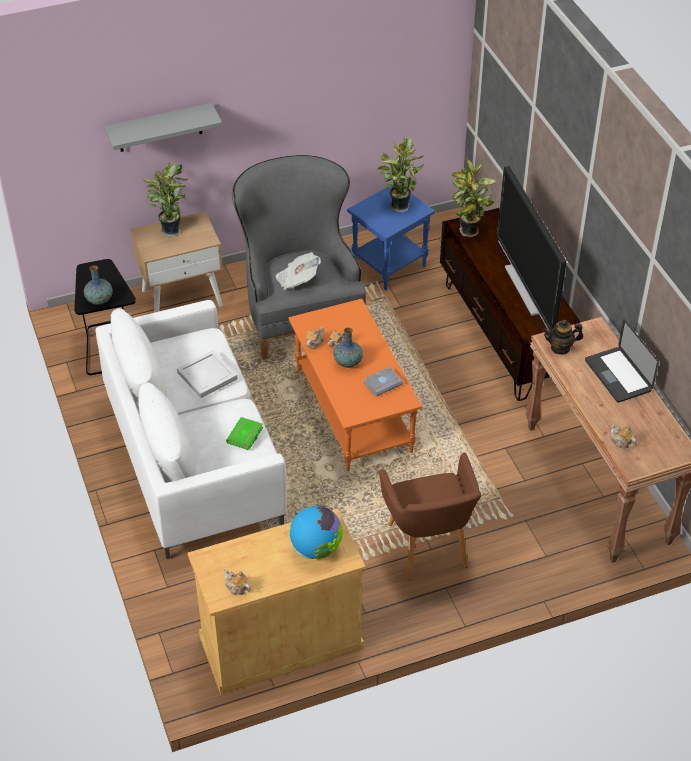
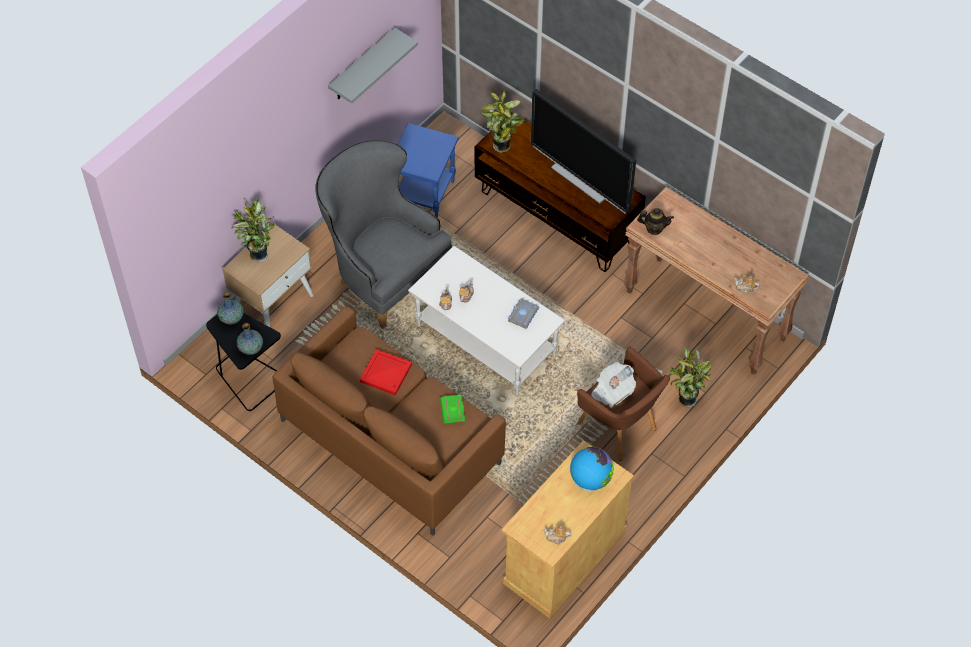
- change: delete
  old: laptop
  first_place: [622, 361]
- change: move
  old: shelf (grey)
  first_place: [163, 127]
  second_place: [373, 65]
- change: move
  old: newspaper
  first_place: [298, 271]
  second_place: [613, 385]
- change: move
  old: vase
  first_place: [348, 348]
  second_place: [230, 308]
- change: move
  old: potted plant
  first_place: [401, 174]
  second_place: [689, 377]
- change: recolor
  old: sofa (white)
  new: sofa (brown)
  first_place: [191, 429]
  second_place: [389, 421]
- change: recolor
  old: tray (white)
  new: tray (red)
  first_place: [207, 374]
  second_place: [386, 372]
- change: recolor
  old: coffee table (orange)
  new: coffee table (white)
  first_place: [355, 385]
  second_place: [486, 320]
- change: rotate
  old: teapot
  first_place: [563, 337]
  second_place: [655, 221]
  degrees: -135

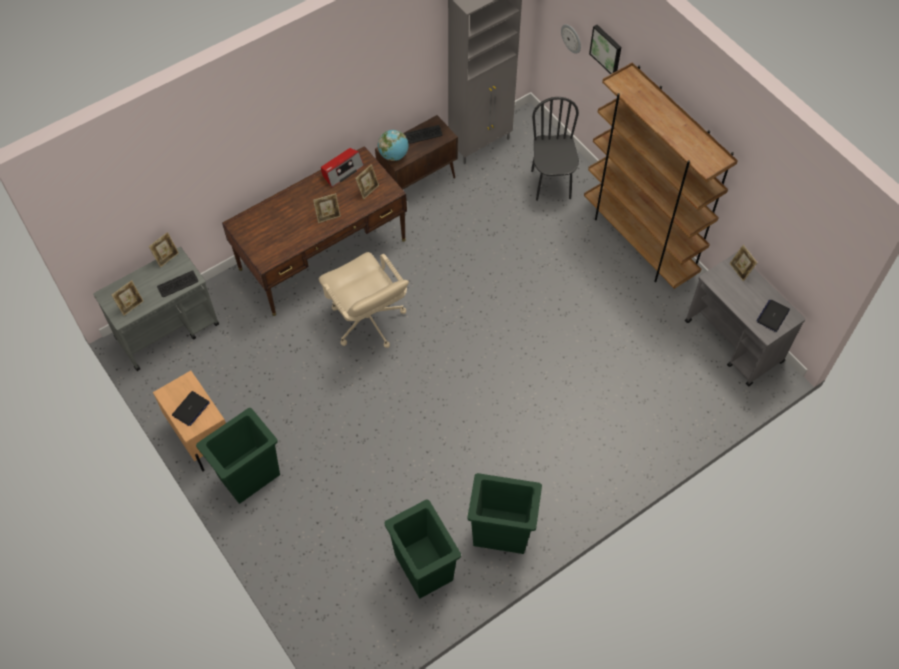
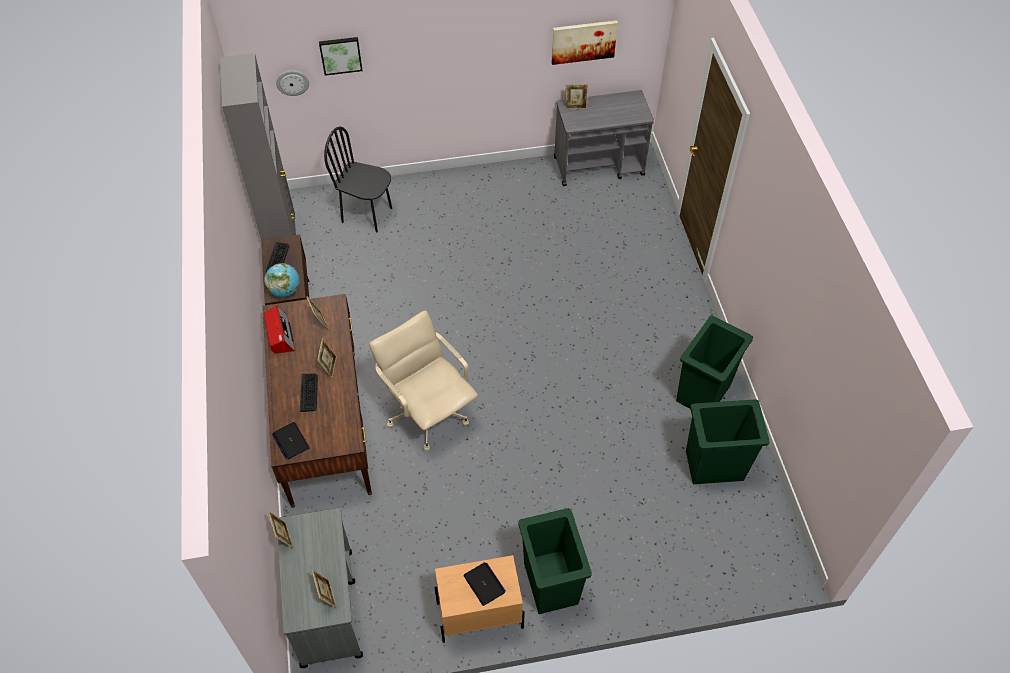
- change: delete
  old: bookcase (brown)
  first_place: [661, 176]
- change: insert
  new: picture
  second_place: [584, 42]
- change: move
  old: keyboard
  first_place: [177, 283]
  second_place: [309, 393]
- change: move
  old: laptop
  first_place: [773, 316]
  second_place: [290, 441]
- change: rotate
  old: office chair (beige)
  first_place: [364, 300]
  second_place: [423, 380]
  degrees: -120

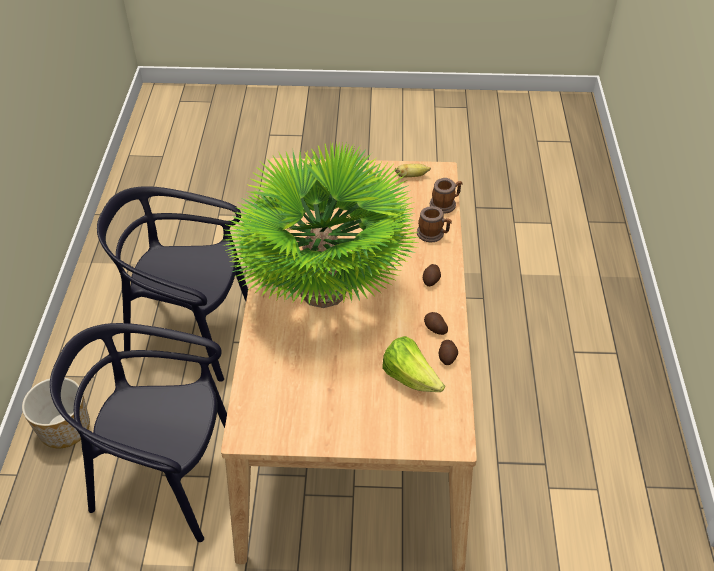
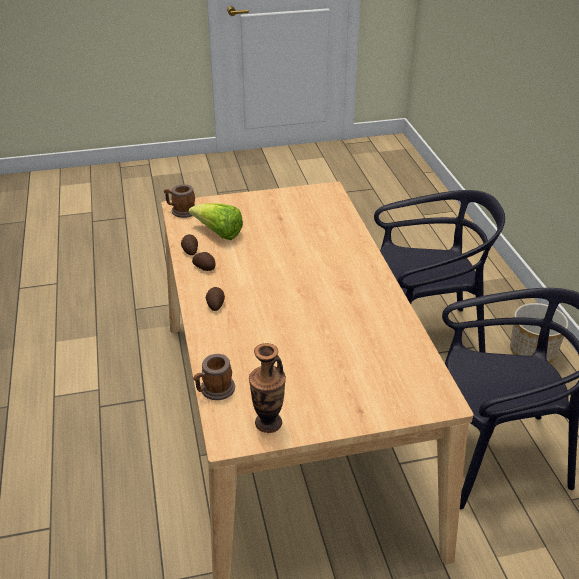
- change: delete
  old: potted plant
  first_place: [321, 224]
- change: move
  old: mug
  first_place: [434, 224]
  second_place: [179, 201]
- change: replace
  old: banana
  new: vase
  first_place: [413, 170]
  second_place: [267, 388]

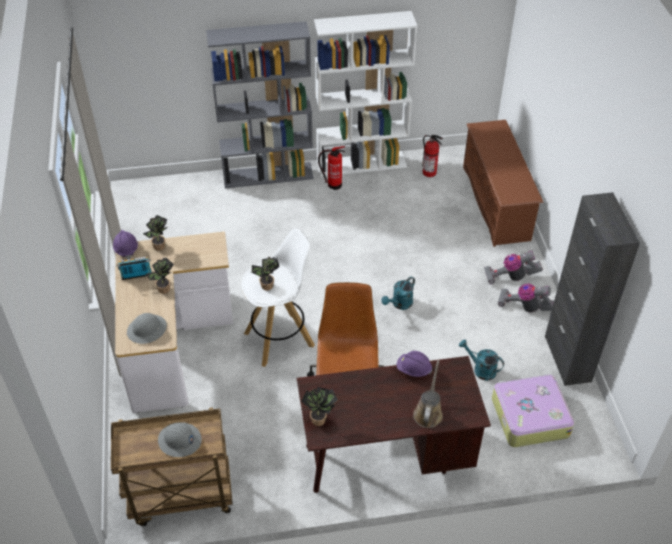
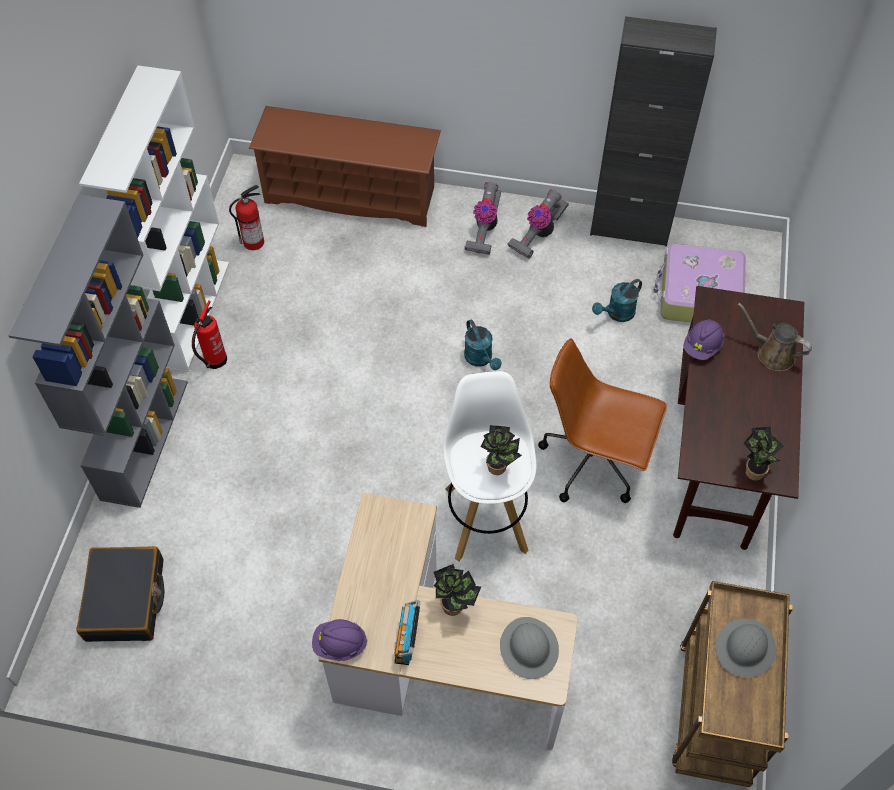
- change: delete
  old: potted plant
  first_place: [155, 233]
- change: insert
  new: suitcase (black)
  second_place: [120, 594]

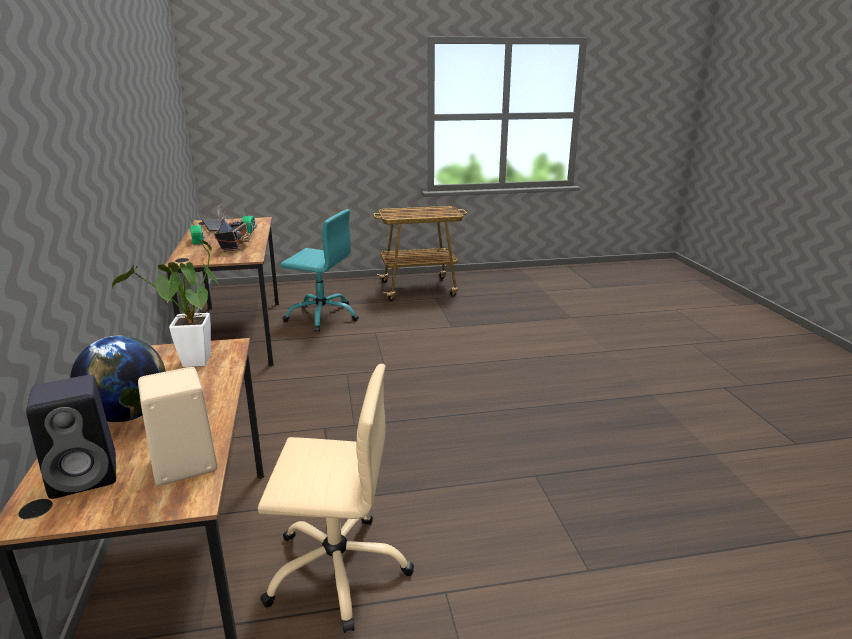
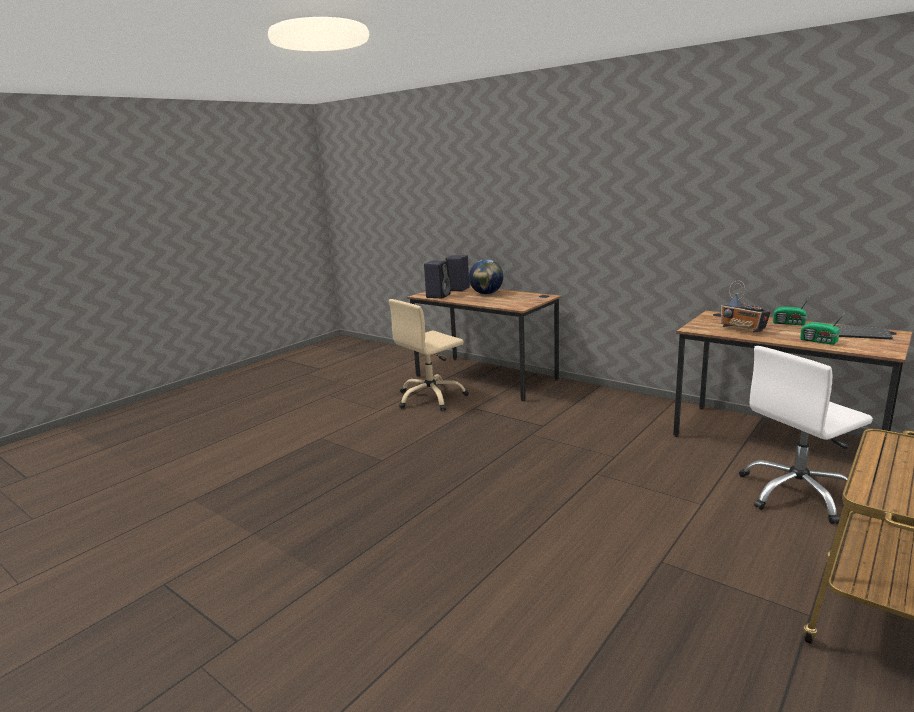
- change: delete
  old: potted plant
  first_place: [166, 303]
- change: recolor
  old: speaker (beige)
  new: speaker (black)
  first_place: [177, 426]
  second_place: [437, 279]
- change: recolor
  old: office chair (turquoise)
  new: office chair (white)
  first_place: [320, 270]
  second_place: [806, 435]

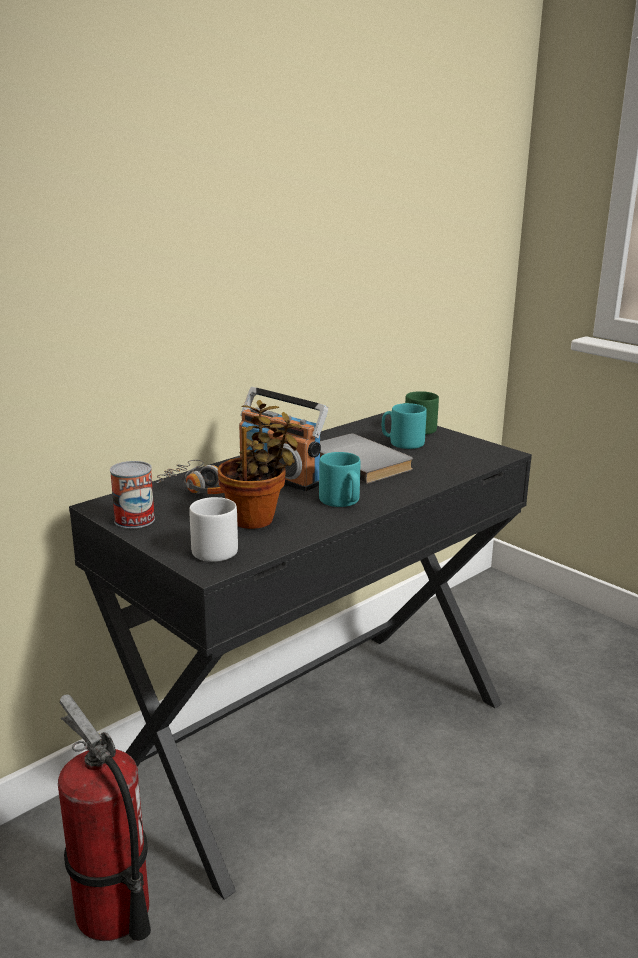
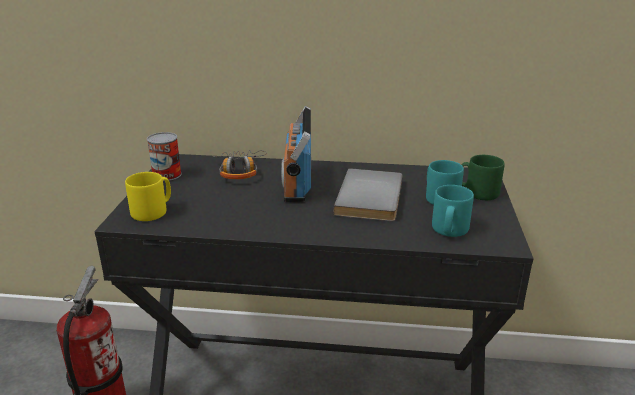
- change: delete
  old: potted plant
  first_place: [260, 464]
- change: move
  old: mug (turquoise)
  first_place: [340, 479]
  second_place: [453, 211]
- change: recolor
  old: mug (grey)
  new: mug (yellow)
  first_place: [213, 529]
  second_place: [148, 196]

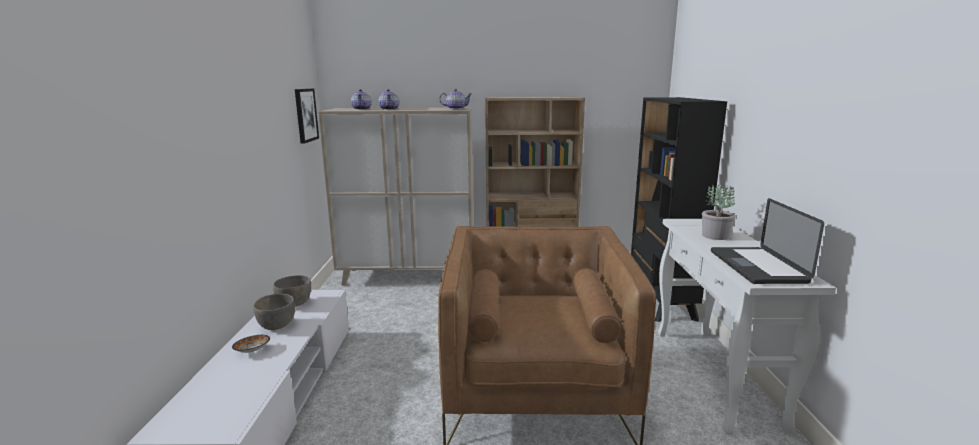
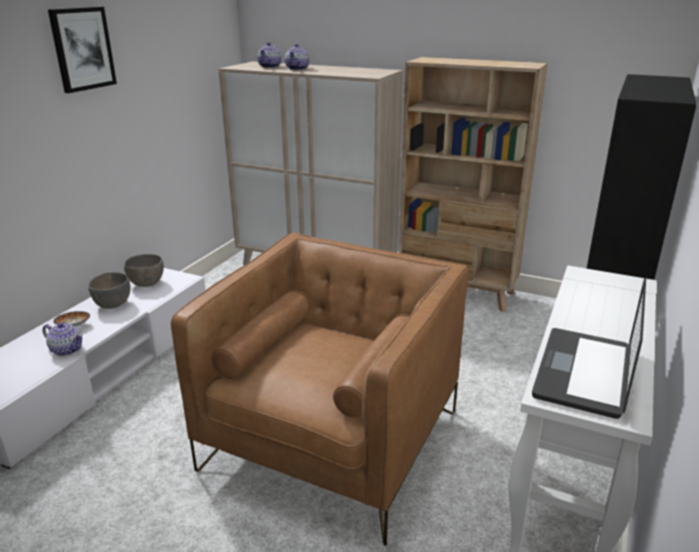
- change: delete
  old: potted plant
  first_place: [718, 212]
- change: move
  old: picture
  first_place: [307, 116]
  second_place: [82, 50]
- change: move
  old: teapot
  first_place: [455, 99]
  second_place: [62, 339]

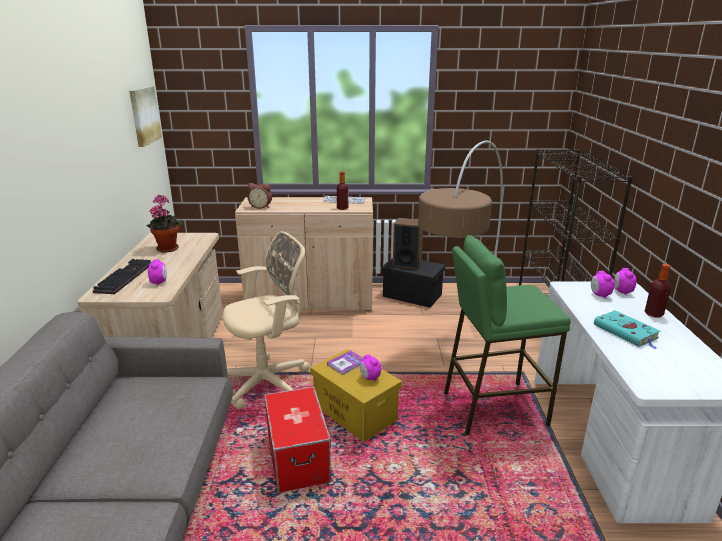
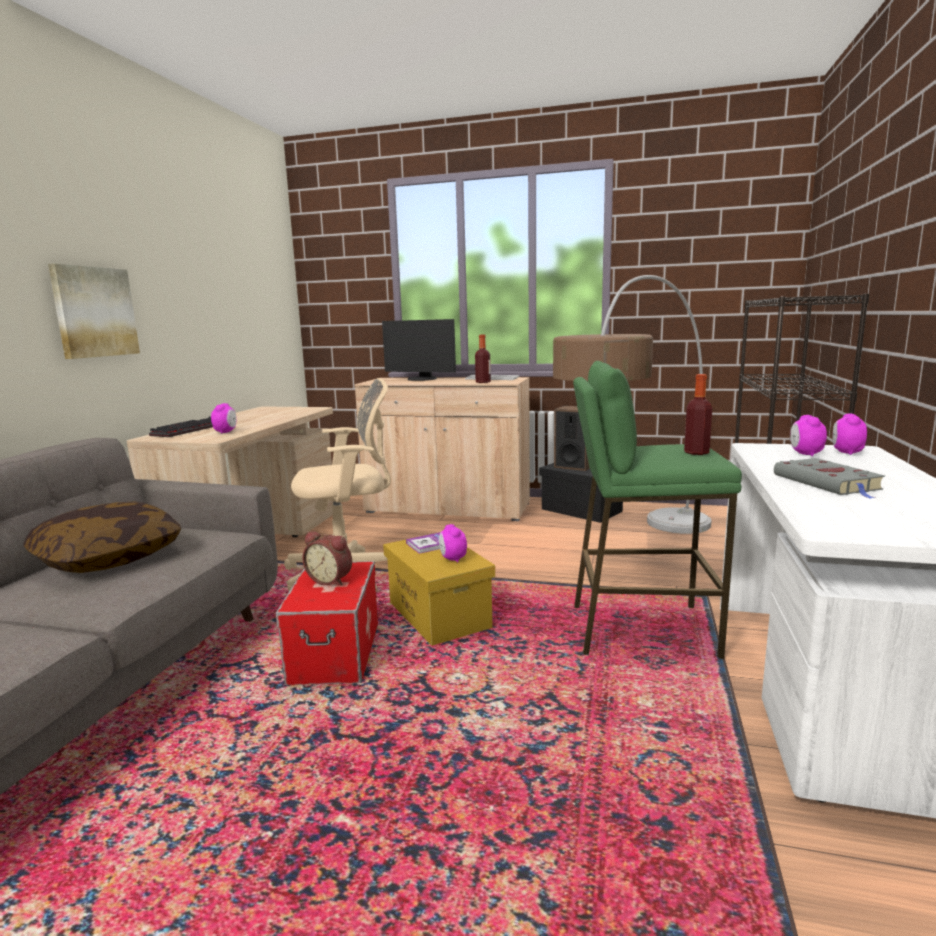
- change: delete
  old: potted plant
  first_place: [164, 224]
- change: insert
  new: pillow
  second_place: [102, 537]
- change: insert
  new: monitor
  second_place: [419, 350]
- change: move
  old: picture
  first_place: [145, 116]
  second_place: [94, 311]
- change: move
  old: alarm clock
  first_place: [259, 196]
  second_place: [327, 558]
- change: move
  old: bottle
  first_place: [658, 290]
  second_place: [698, 414]
- change: recolor
  old: book (turquoise)
  new: book (grey)
  first_place: [627, 329]
  second_place: [829, 478]

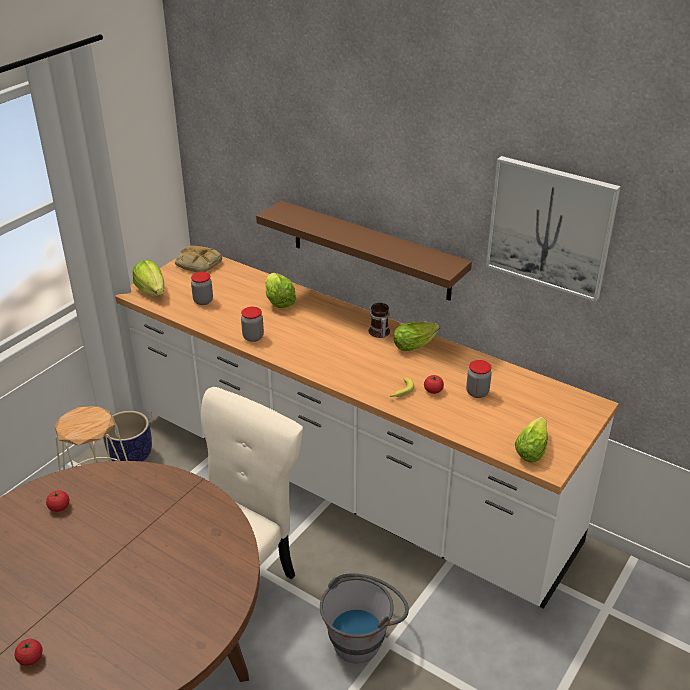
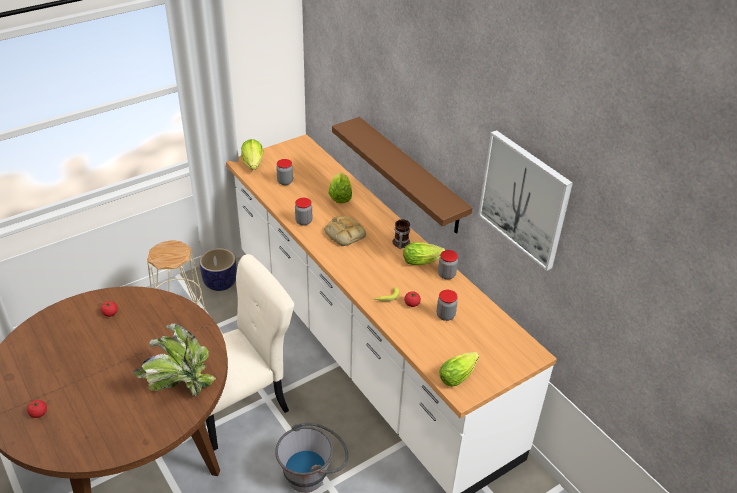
- change: insert
  new: potted plant
  second_place: [174, 360]
- change: insert
  new: jar
  second_place: [448, 265]
- change: move
  old: bread
  first_place: [198, 259]
  second_place: [345, 231]

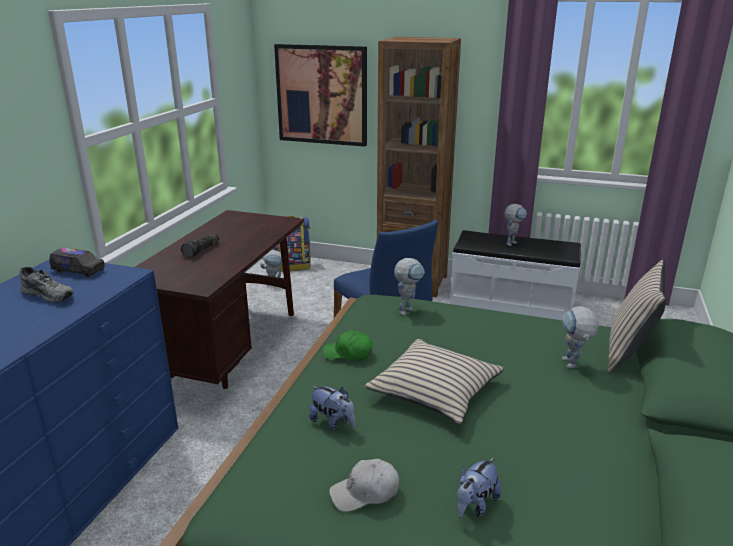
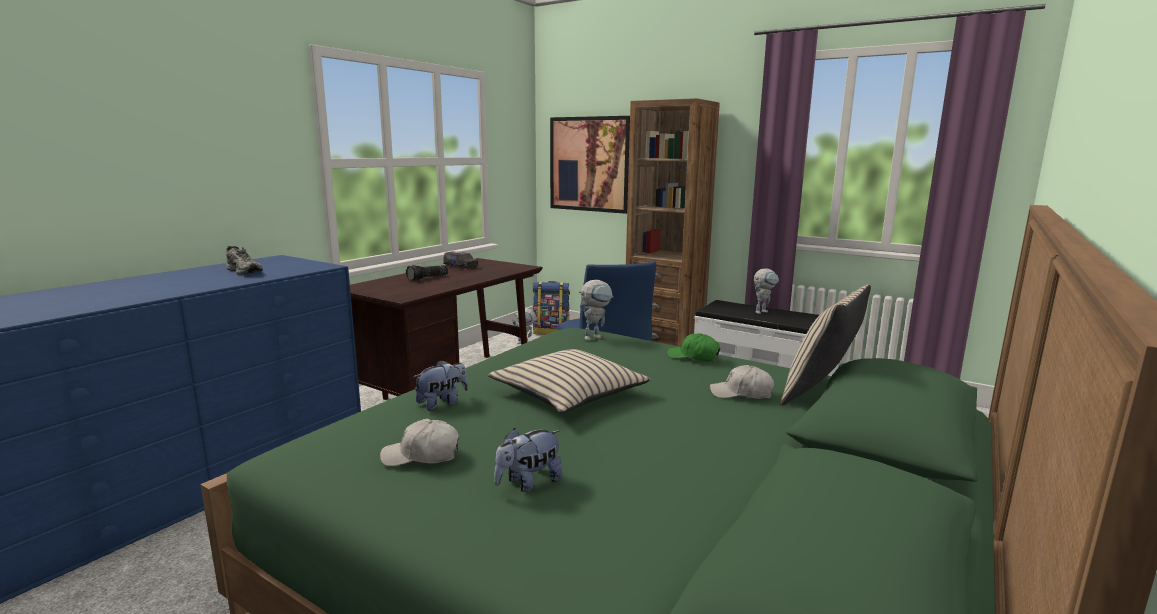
- change: move
  old: toy truck
  first_place: [77, 263]
  second_place: [460, 260]
- change: move
  old: cap (green)
  first_place: [348, 345]
  second_place: [693, 347]
- change: replace
  old: toy robot
  new: cap (white)
  first_place: [580, 337]
  second_place: [742, 382]
- change: rotate
  old: plush toy
  first_place: [332, 408]
  second_place: [440, 385]
  degrees: -90

